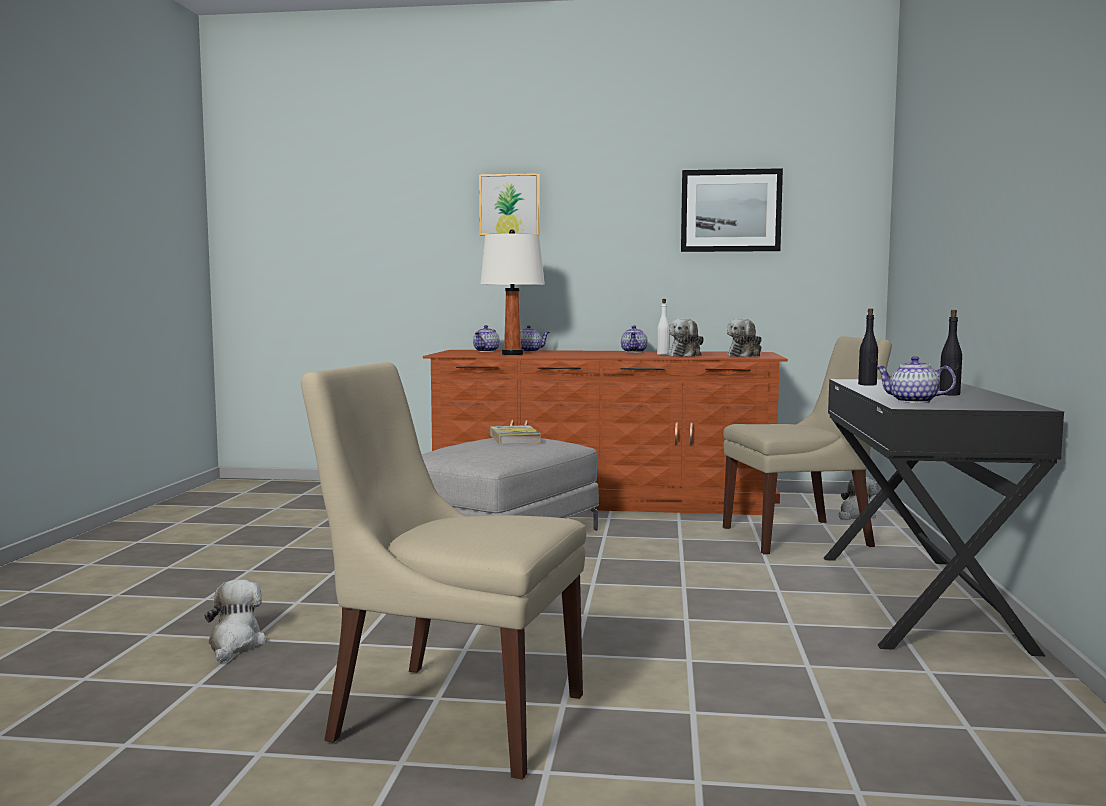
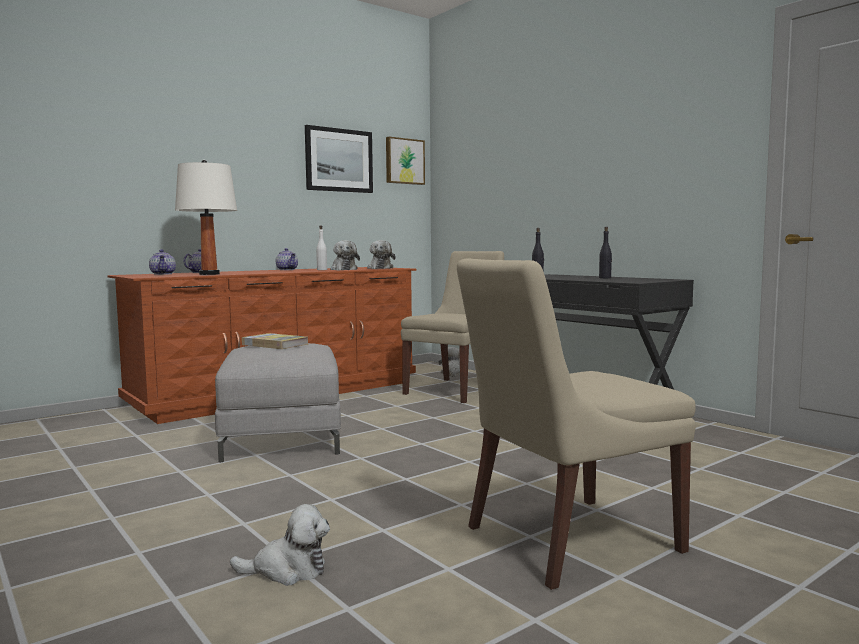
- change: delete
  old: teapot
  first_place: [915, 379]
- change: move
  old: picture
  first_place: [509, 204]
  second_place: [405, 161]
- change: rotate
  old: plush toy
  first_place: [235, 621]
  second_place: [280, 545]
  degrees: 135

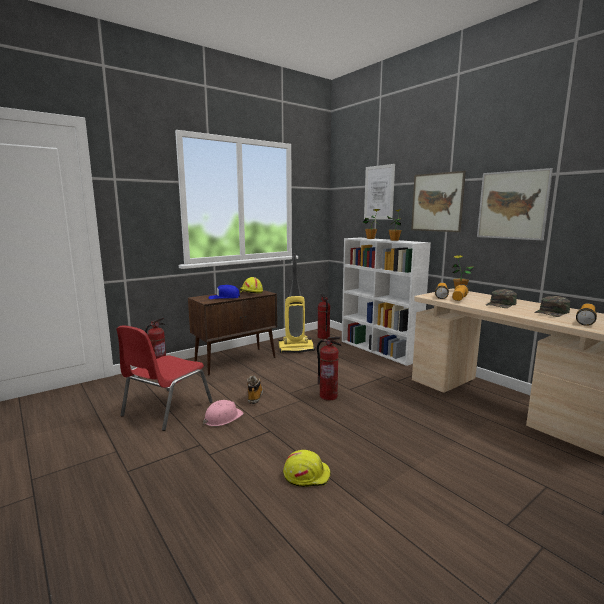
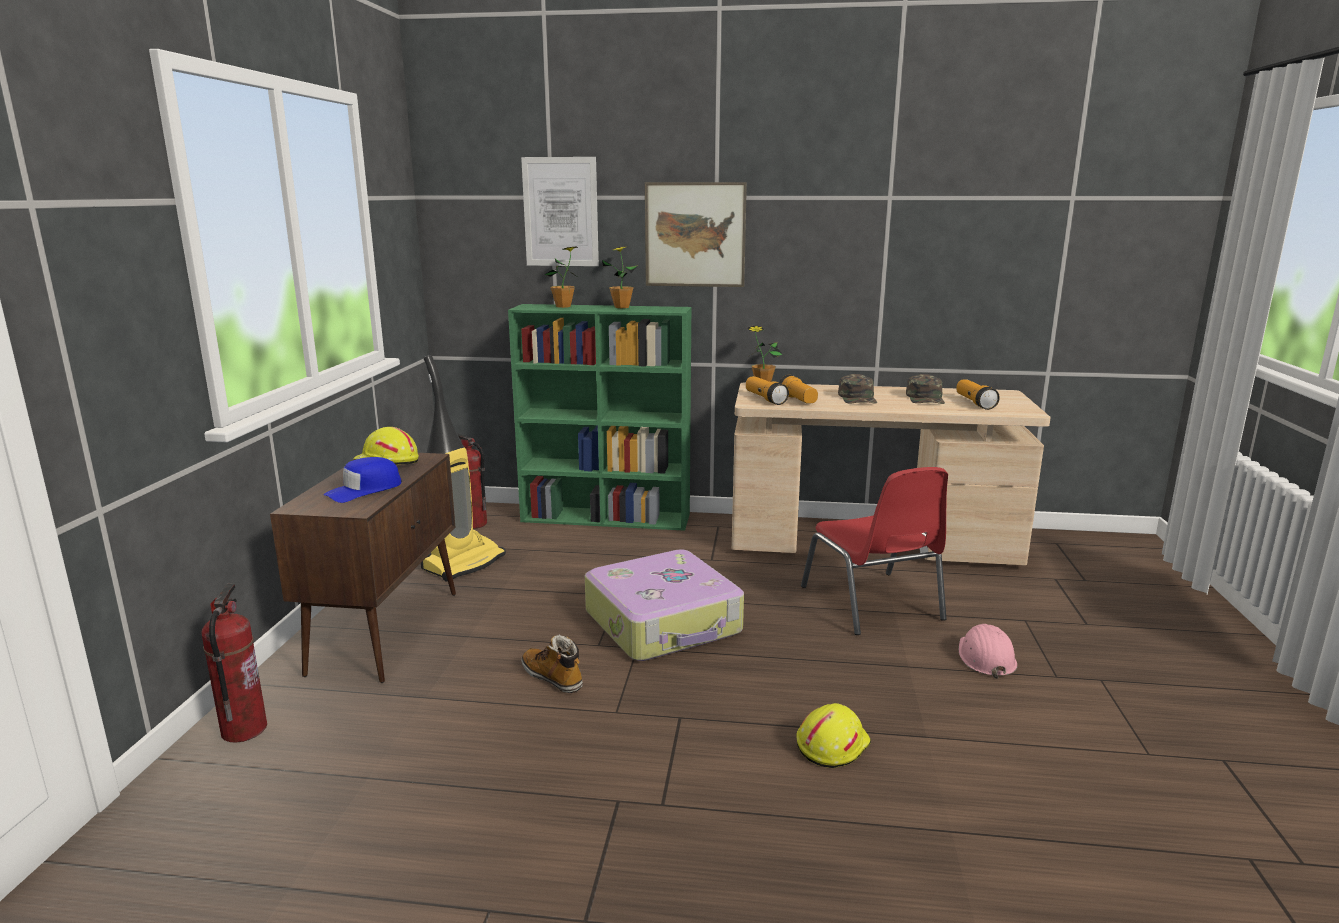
- change: delete
  old: picture
  first_place: [515, 204]
- change: move
  old: chair (red)
  first_place: [164, 378]
  second_place: [874, 551]
- change: move
  old: hard hat (pink)
  first_place: [223, 413]
  second_place: [988, 651]
- change: replace
  old: fire extinguisher
  new: suitcase
  first_place: [329, 369]
  second_place: [664, 605]
- change: recolor
  old: bookcase (white)
  new: bookcase (green)
  first_place: [386, 302]
  second_place: [599, 417]

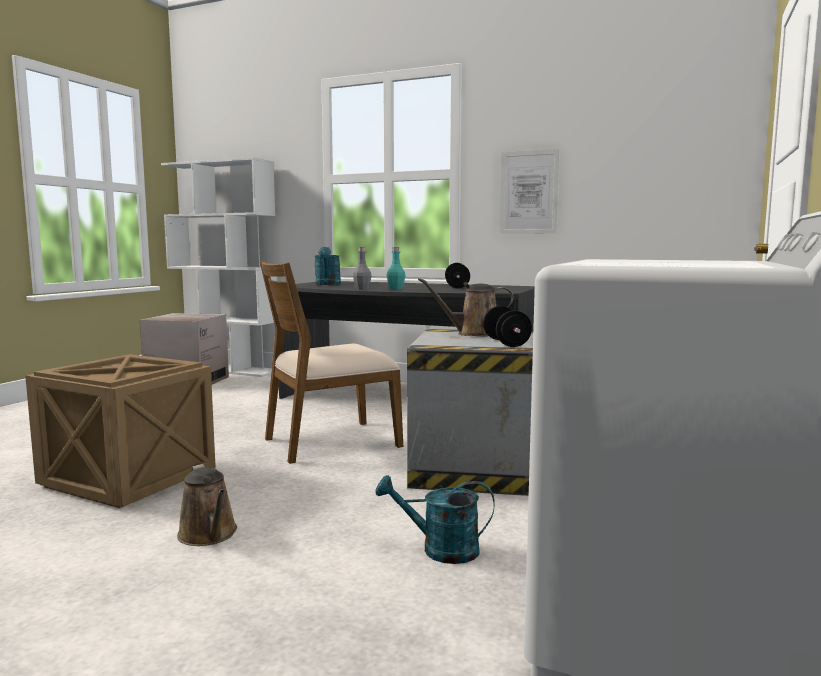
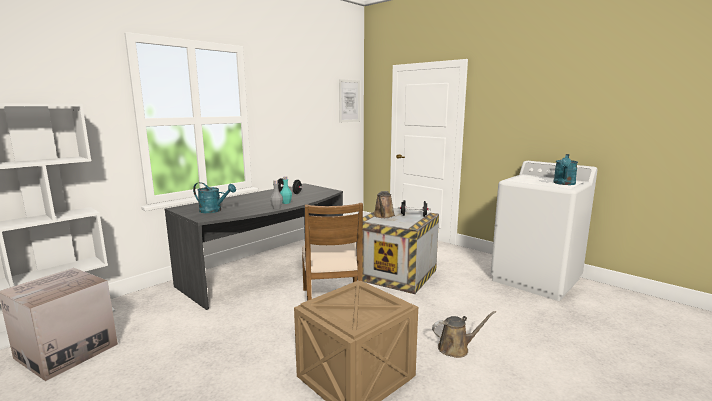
- change: move
  old: watering can (turquoise)
  first_place: [435, 519]
  second_place: [565, 169]
- change: move
  old: picture
  first_place: [530, 191]
  second_place: [349, 100]

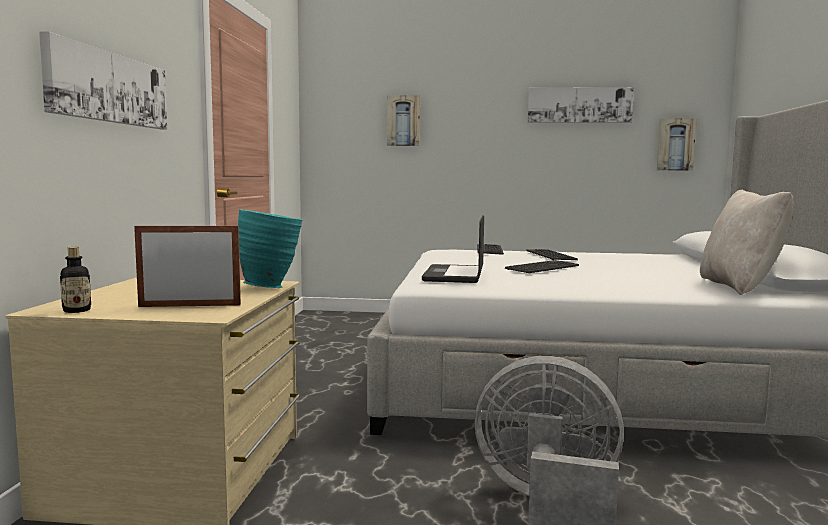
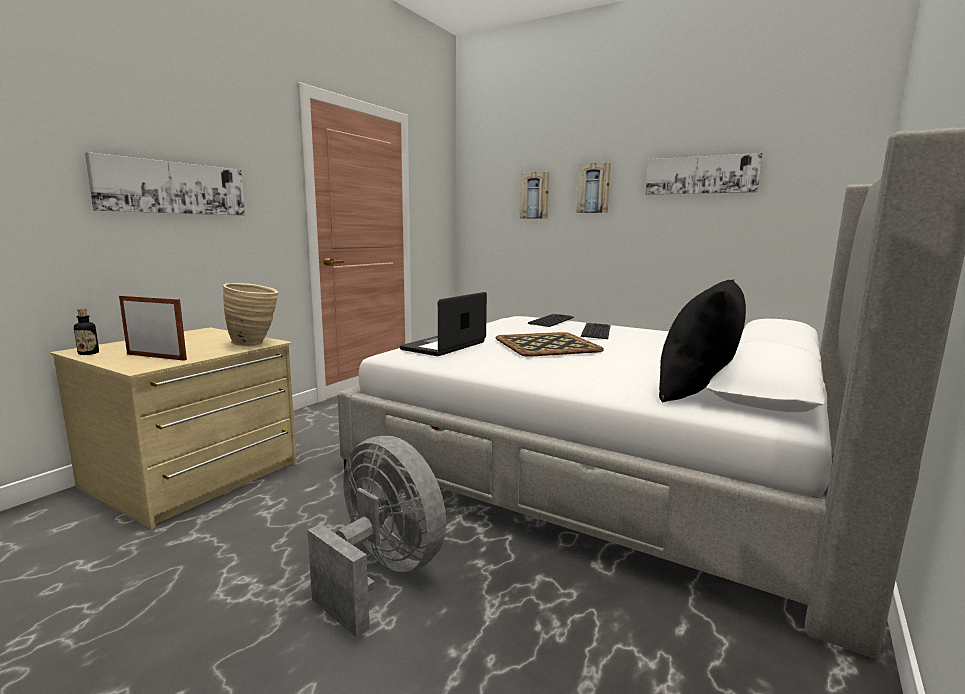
- change: move
  old: picture
  first_place: [677, 144]
  second_place: [593, 188]
- change: replace
  old: keyboard
  new: tray
  first_place: [542, 266]
  second_place: [550, 344]
- change: recolor
  old: vase (turquoise)
  new: vase (beige)
  first_place: [270, 248]
  second_place: [250, 315]
- change: recolor
  old: pillow (beige)
  new: pillow (black)
  first_place: [746, 242]
  second_place: [702, 341]

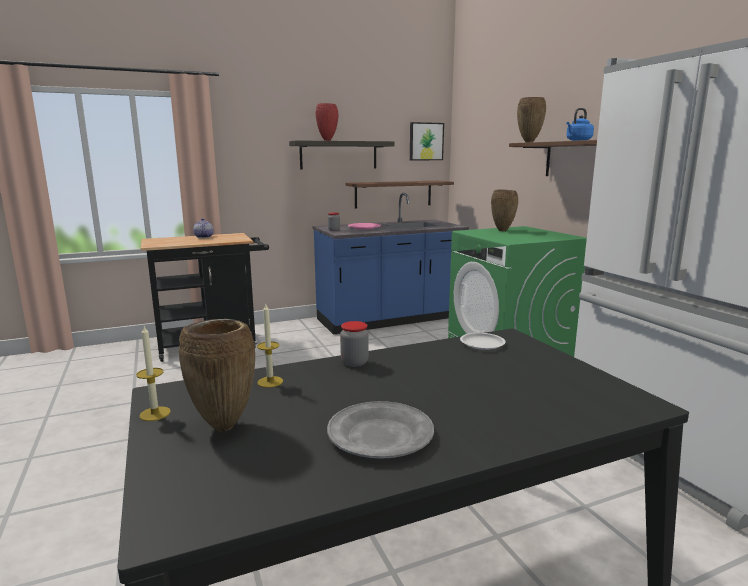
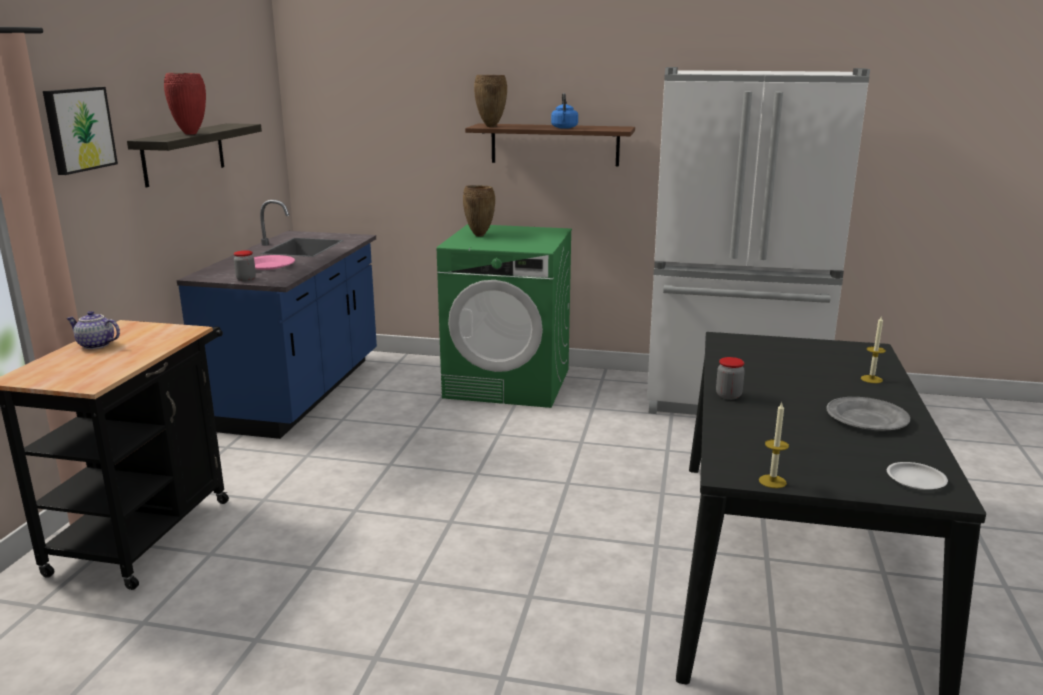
- change: delete
  old: vase (brown)
  first_place: [217, 375]
- change: delete
  old: shelf (brown)
  first_place: [400, 195]
- change: move
  old: candle
  first_place: [270, 346]
  second_place: [873, 349]
- change: move
  old: picture
  first_place: [427, 141]
  second_place: [80, 131]
- change: move
  old: plate (white)
  first_place: [482, 341]
  second_place: [917, 476]

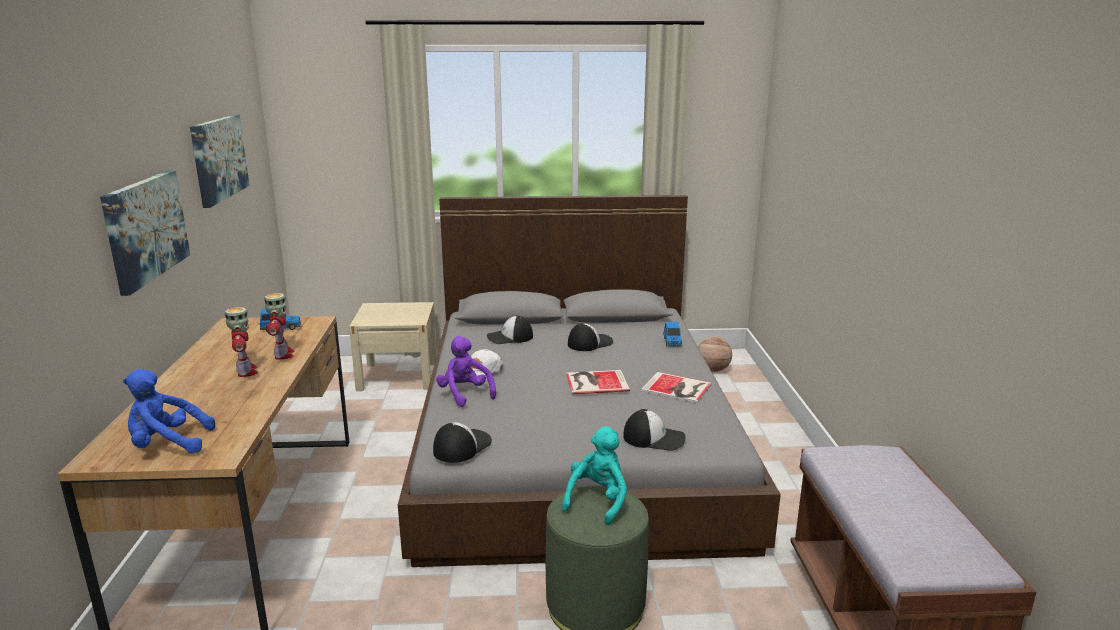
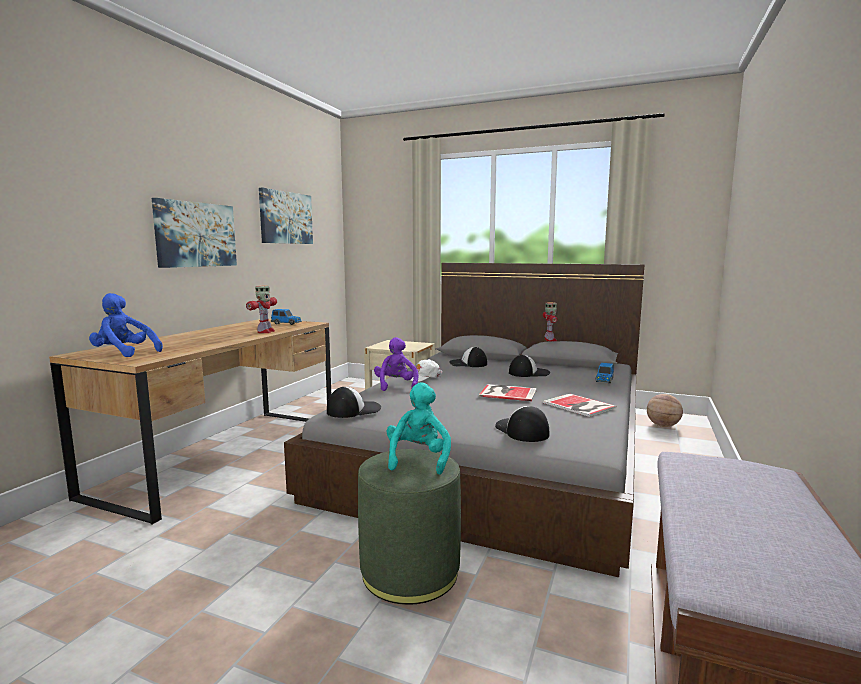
- change: move
  old: toy robot
  first_place: [241, 342]
  second_place: [550, 321]
- change: rotate
  old: plush toy (turquoise)
  first_place: [594, 475]
  second_place: [418, 428]
  degrees: -45
- change: rotate
  old: cap
  first_place: [654, 429]
  second_place: [522, 424]
  degrees: -150

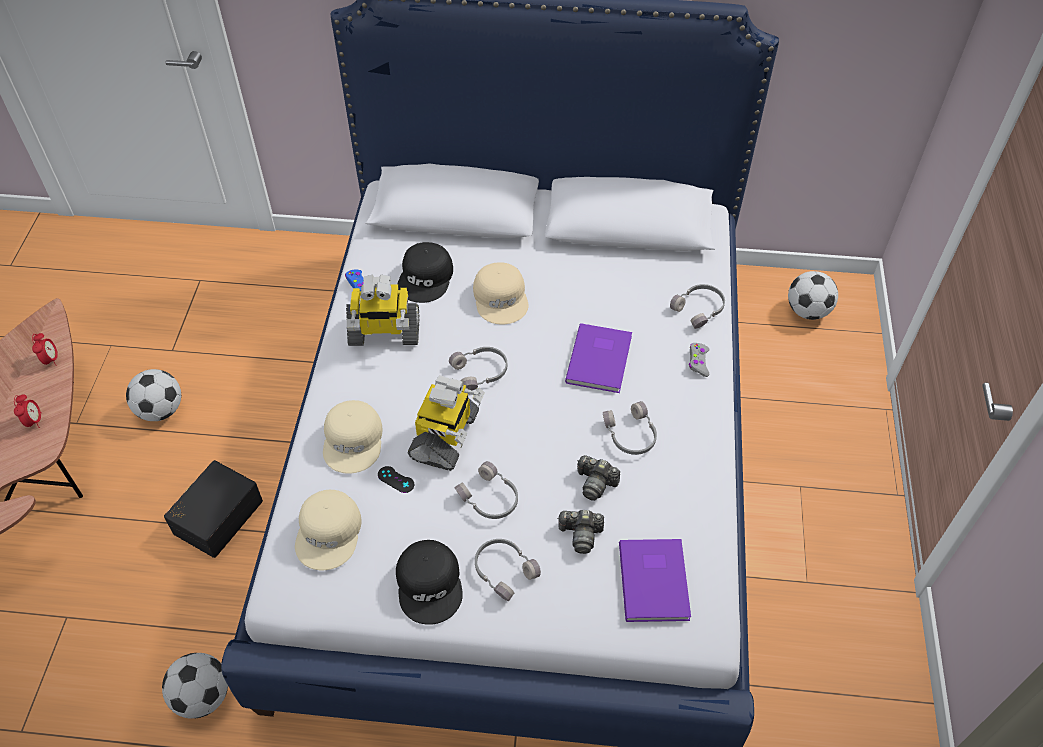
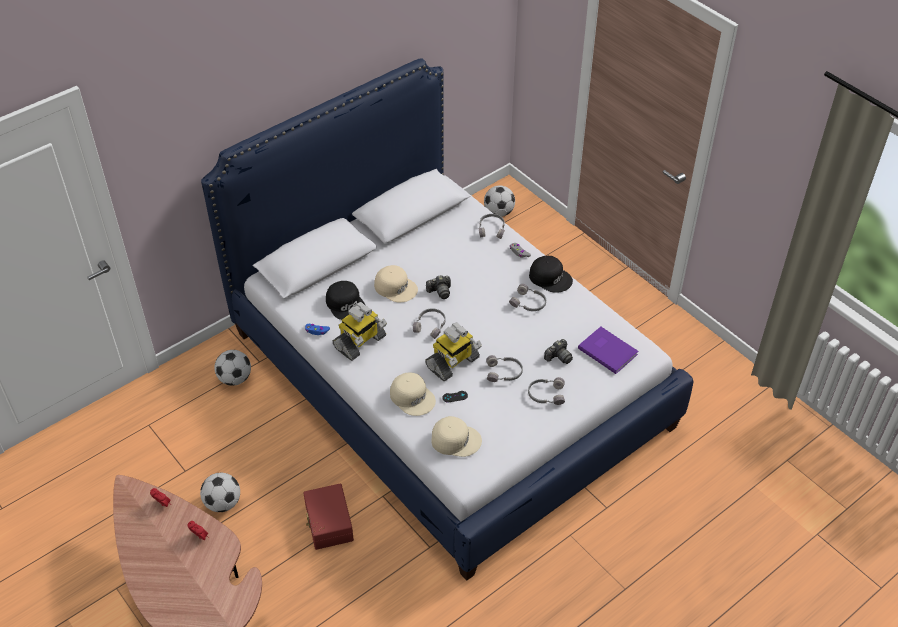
- change: delete
  old: book (purple)
  first_place: [598, 358]
- change: move
  old: football
  first_place: [195, 686]
  second_place: [232, 368]
- change: move
  old: cap (black)
  first_place: [429, 582]
  second_place: [551, 274]
- change: move
  old: photo camera
  first_place: [598, 478]
  second_place: [438, 287]
- change: recolor
  old: storage box (black)
  new: storage box (red)
  first_place: [213, 509]
  second_place: [328, 516]
- change: rotate
  old: cap (beige)
  first_place: [328, 530]
  second_place: [456, 436]
  degrees: -45
- change: rotate
  old: toy robot
  first_place: [446, 423]
  second_place: [453, 351]
  degrees: 75

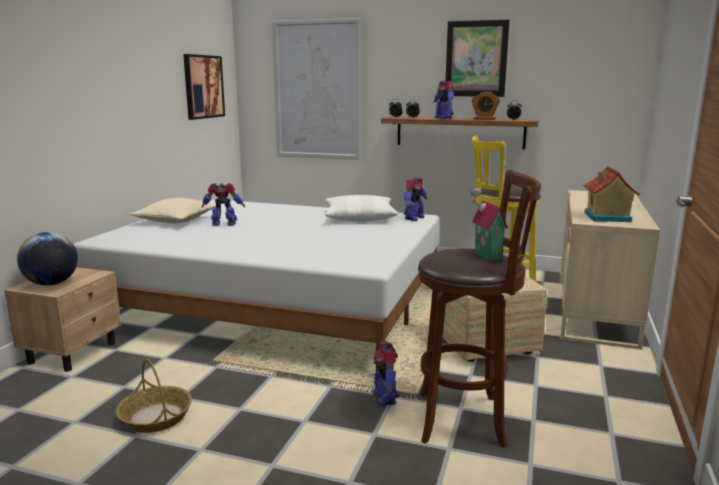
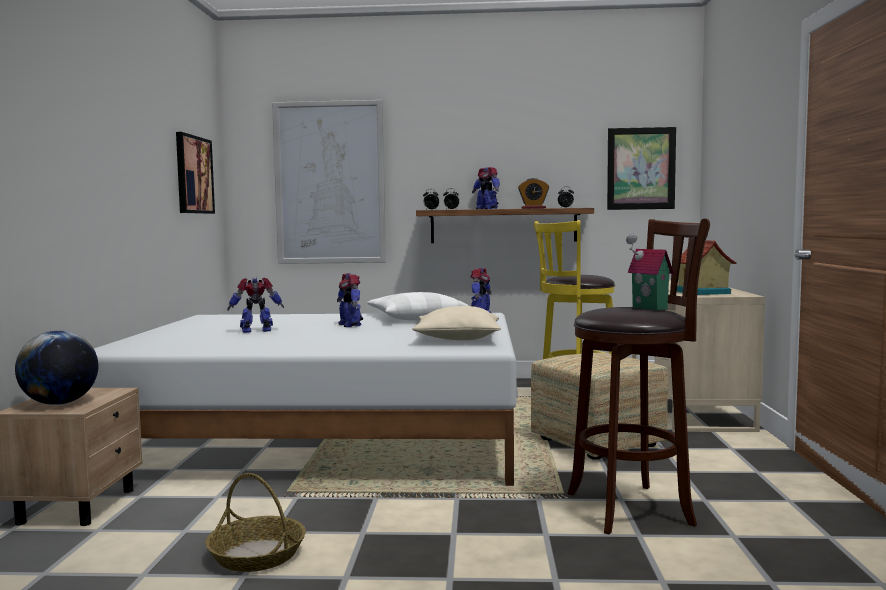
- change: move
  old: pillow (beige)
  first_place: [172, 210]
  second_place: [456, 323]
- change: move
  old: toy robot
  first_place: [386, 374]
  second_place: [350, 300]
- change: move
  old: picture
  first_place: [478, 58]
  second_place: [641, 168]

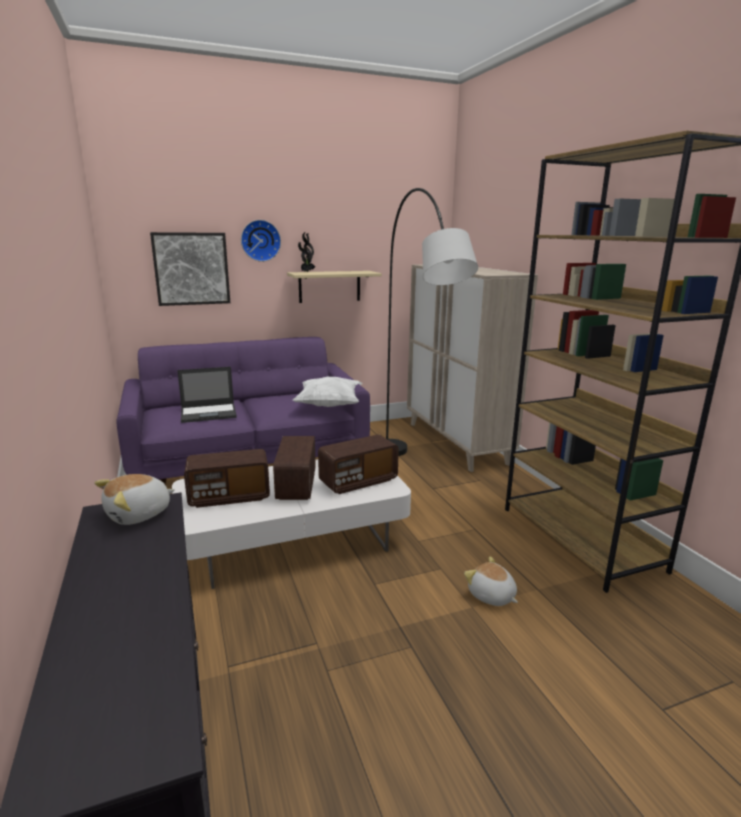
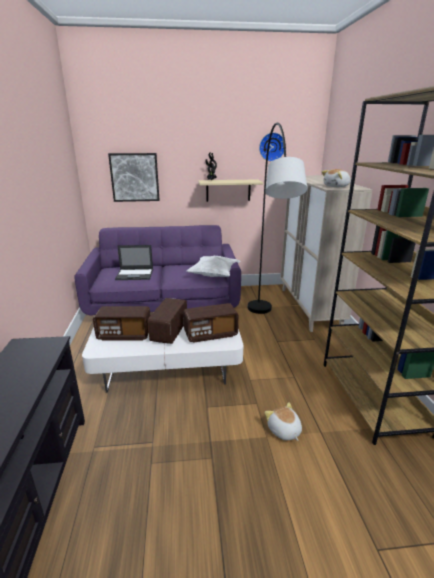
- change: move
  old: plush toy
  first_place: [134, 499]
  second_place: [336, 178]
- change: move
  old: wall clock
  first_place: [261, 241]
  second_place: [271, 147]

